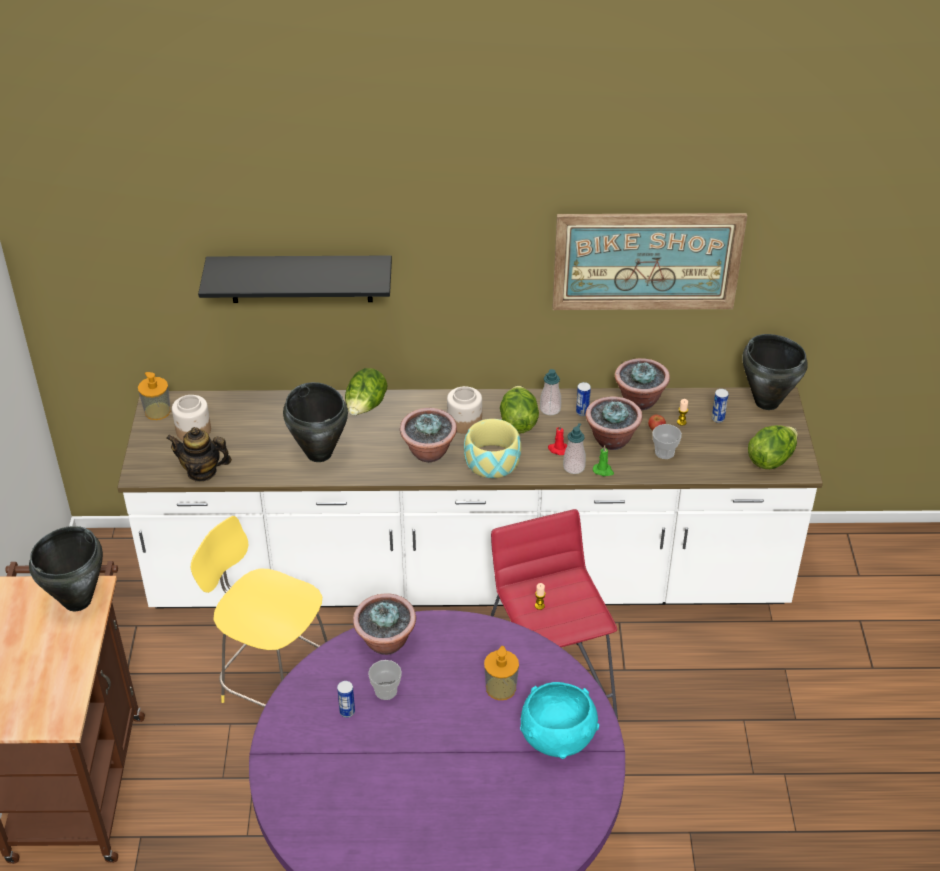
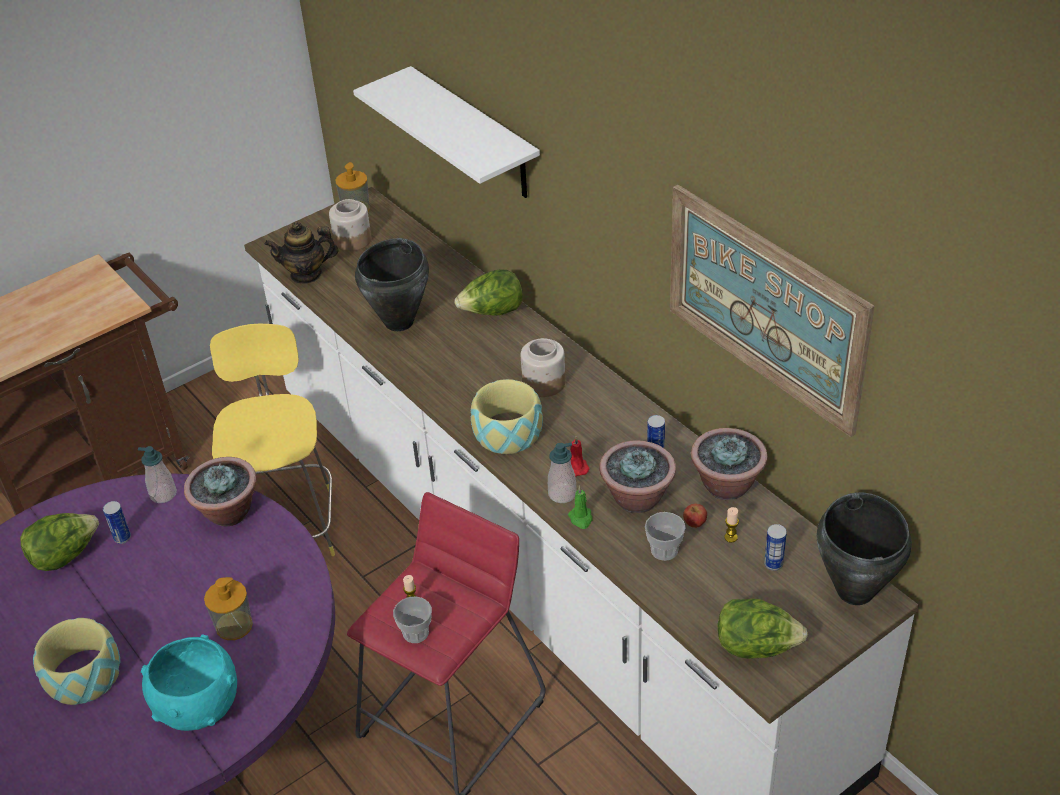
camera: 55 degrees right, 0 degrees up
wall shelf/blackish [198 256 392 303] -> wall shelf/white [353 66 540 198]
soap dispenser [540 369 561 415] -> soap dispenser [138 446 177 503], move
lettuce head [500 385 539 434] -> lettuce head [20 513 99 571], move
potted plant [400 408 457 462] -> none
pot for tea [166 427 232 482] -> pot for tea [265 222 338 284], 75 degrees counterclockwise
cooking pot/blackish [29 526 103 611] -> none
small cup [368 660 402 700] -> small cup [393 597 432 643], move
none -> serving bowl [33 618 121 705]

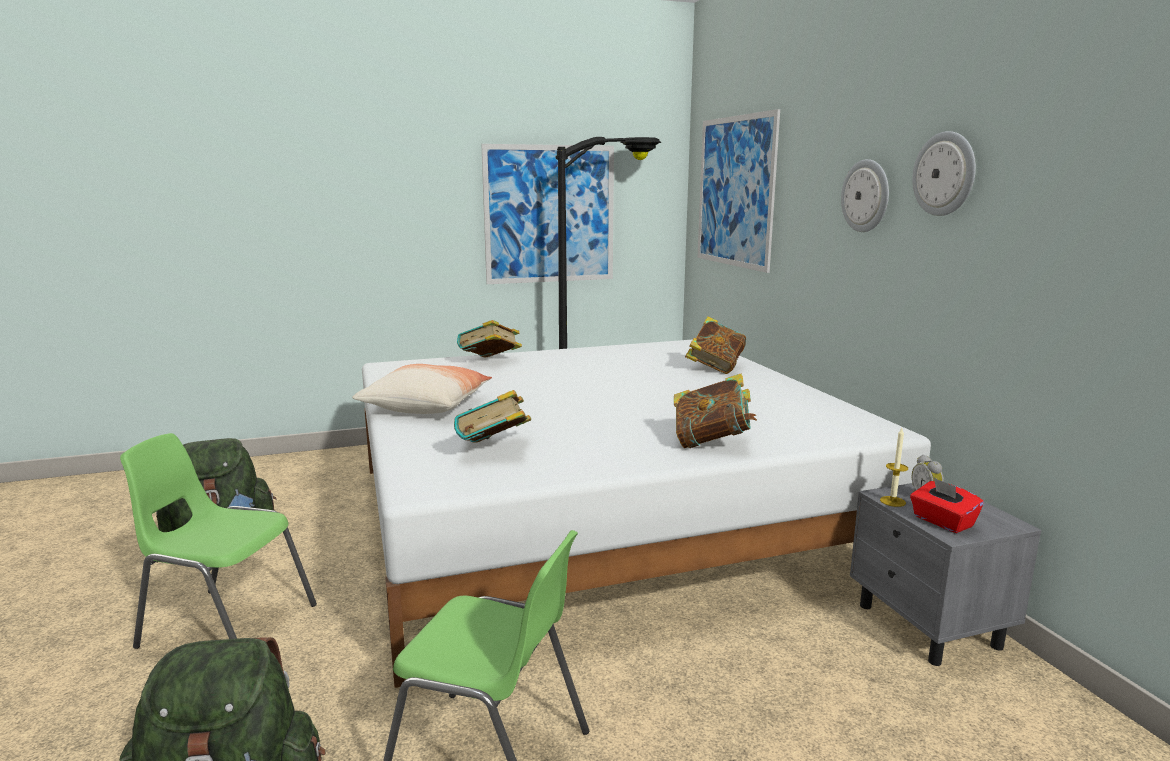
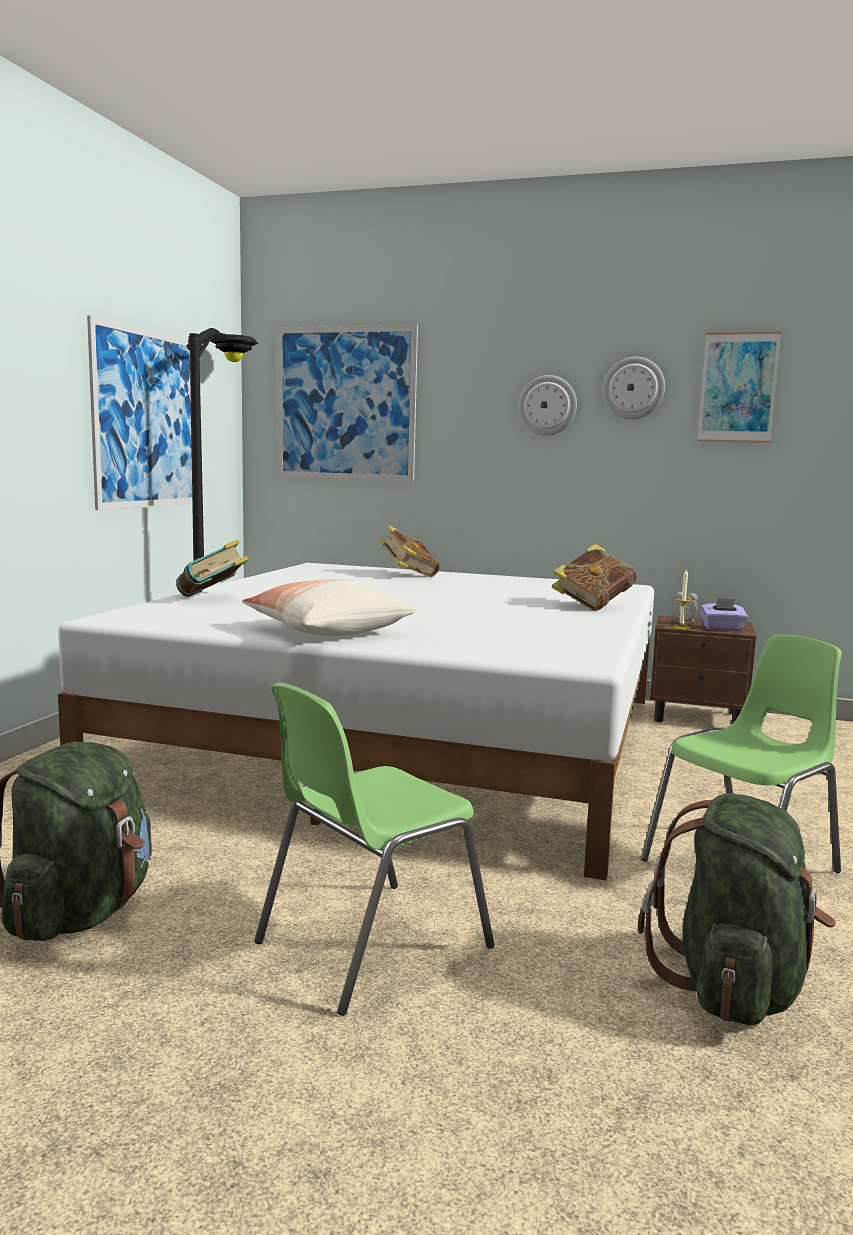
camera: 55 degrees left, 5 degrees down
volume [454 390 532 442] -> none
box of tissues/reddish [910 478 984 533] -> box of tissues/purple-coloured [701 598 748 631]
bedside table/grey [850 482 1042 666] -> bedside table/brownish [650 615 756 725]
none -> wall art [697 332 781 443]

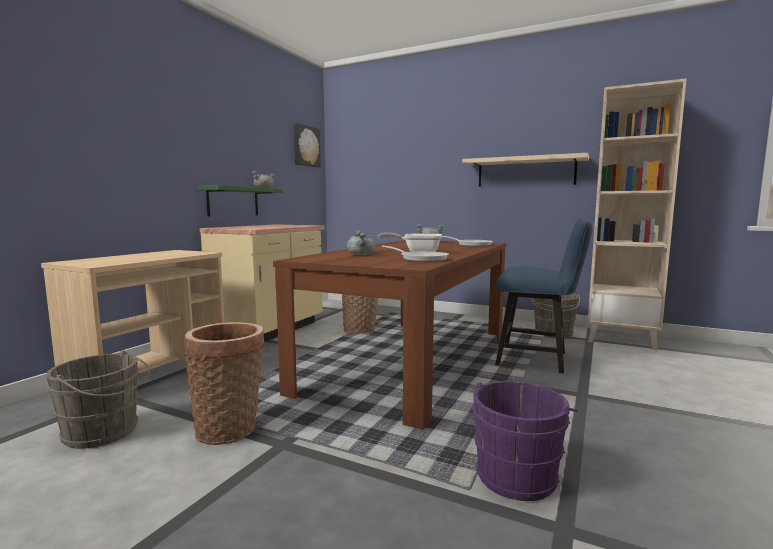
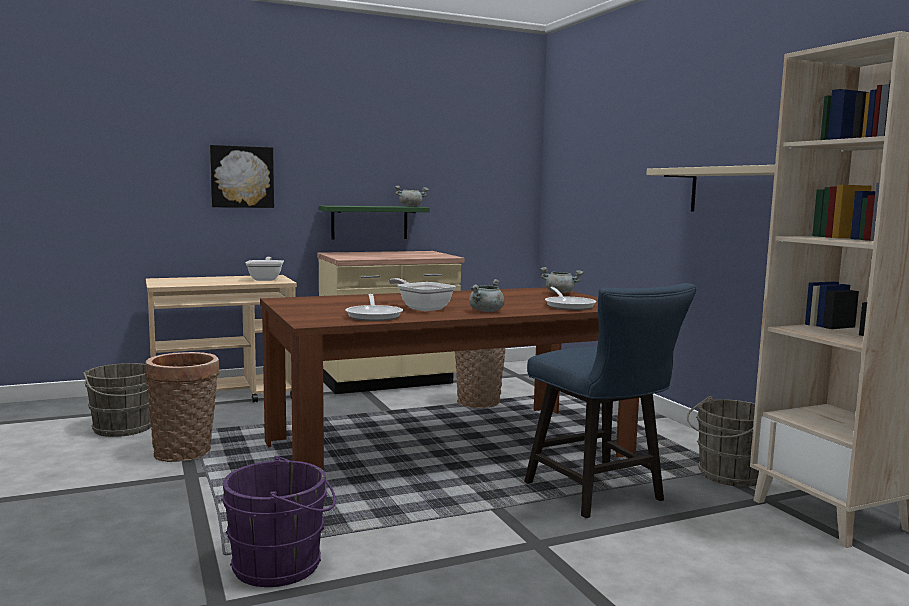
camera: 40 degrees right, 0 degrees up
wall art [294 123 321 168] -> wall art [210 145 274 208], move
cooking pot/grey [347 230 376 255] -> cooking pot/grey [469 279 504 312], move
none -> skillet [246 257 284 281]

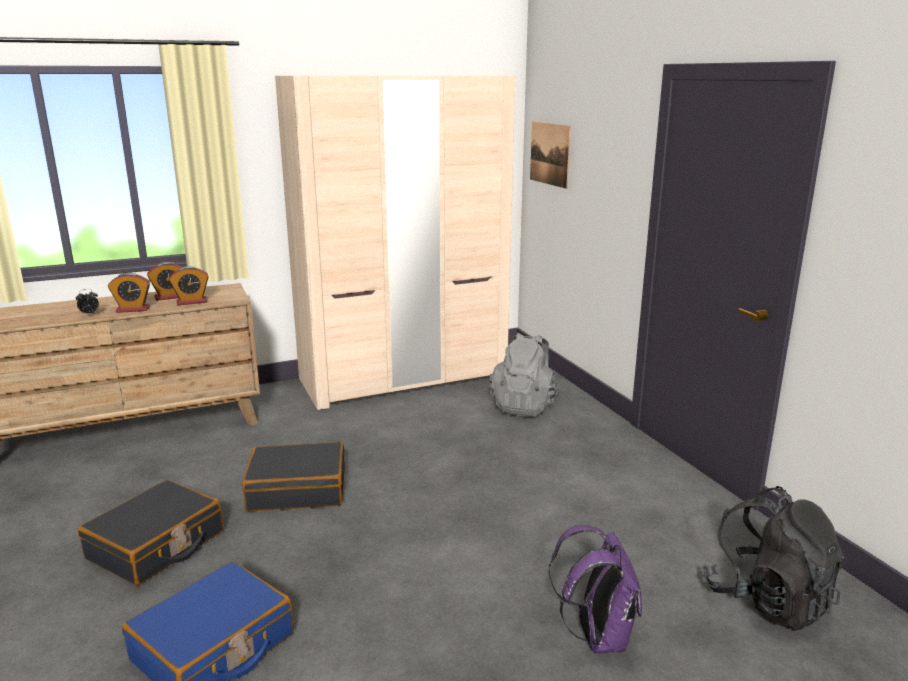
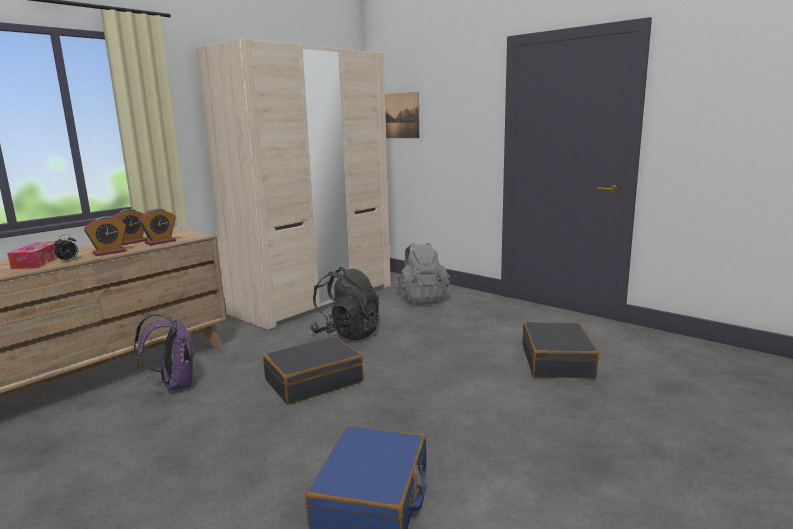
camera: 25 degrees left, 5 degrees down
piece of luggage/blackish [78 480 223 586] -> piece of luggage/blackish [523 322 599 379], move
knapsack/blackish [704 486 847 631] -> knapsack/blackish [310 267 380 340], move
knapsack/purple-coloured [549 525 642 653] -> knapsack/purple-coloured [134 313 195 391], move
none -> box of tissues [7 242 58 269]

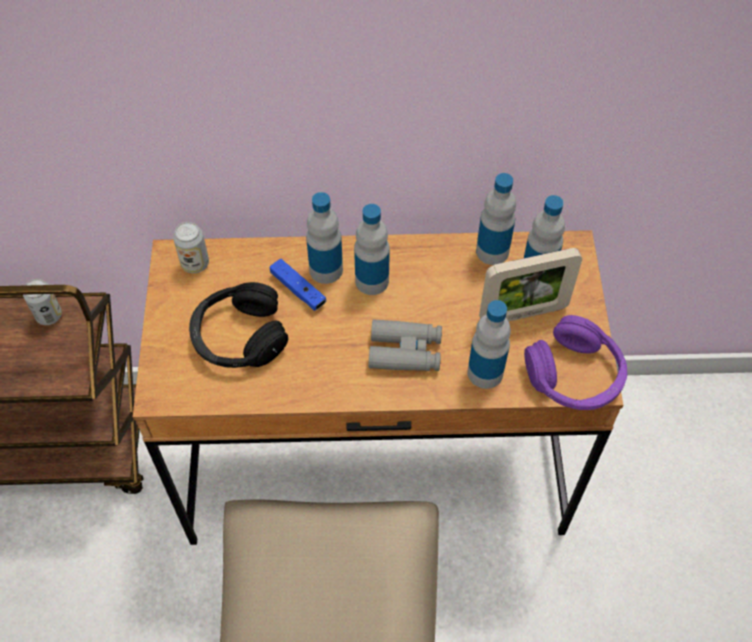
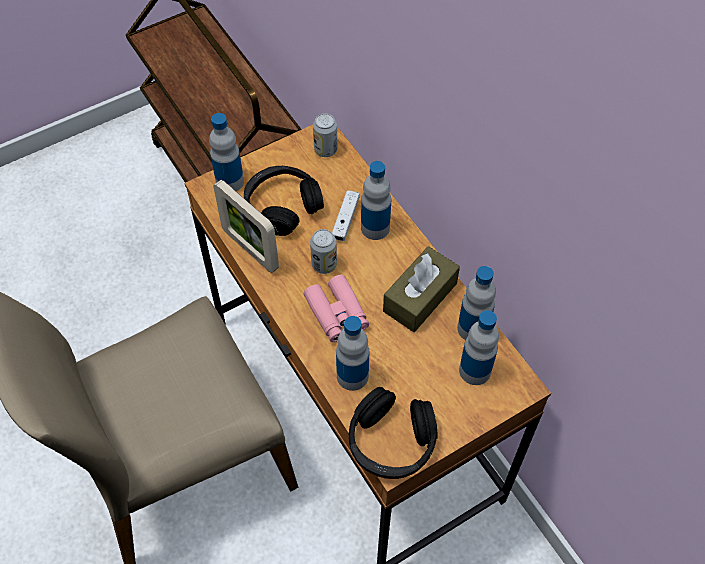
camera: 60 degrees right, 0 degrees up
drink bottle [354 204 390 295] -> drink bottle [209 113 244 191], move
photo frame [479 248 582 322] -> photo frame [213 180 279 273], move
gamepad/blue-coloured [270 259 326 311] -> gamepad/white [332 190 360 241]
sealed can [23 279 62 325] -> sealed can [310 229 337 274], move
headset/purple-coloured [524 315 627 410] -> headset/blackish [349 387 438 479]
binoculars/grey [369 319 442 371] -> binoculars/pinkish [304 275 369 342]
none -> box of tissues/brownish [383 246 460 332]

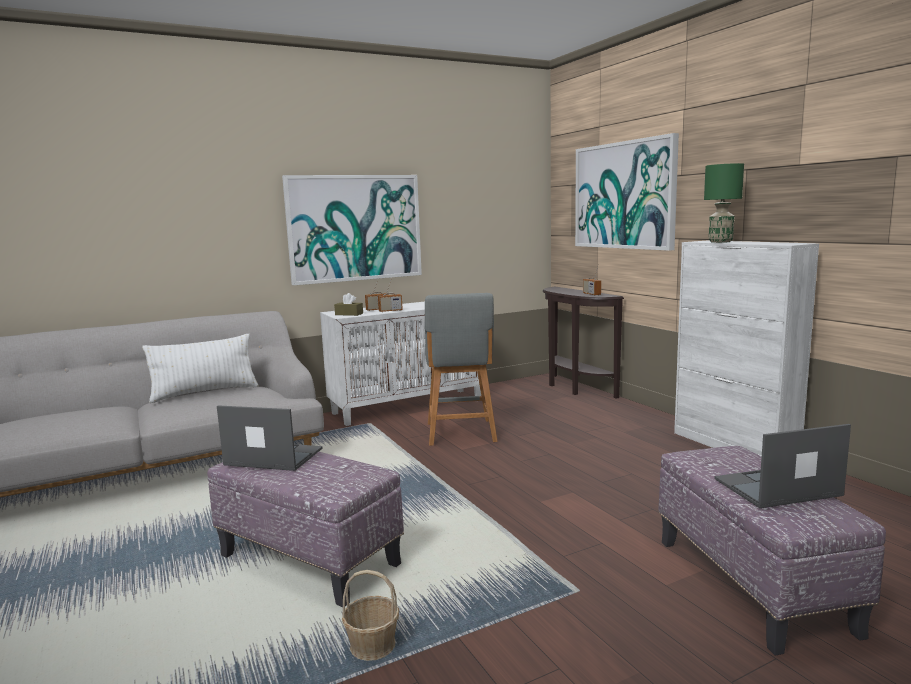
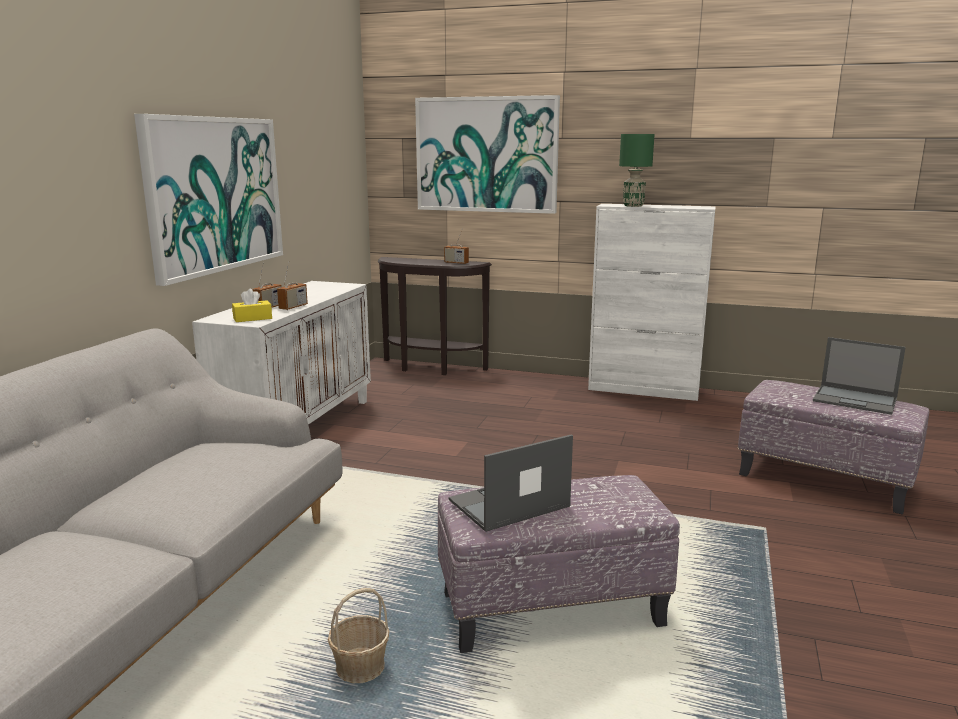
camera: 45 degrees left, 5 degrees up
box of tissues/brownish [334 293 363 316] -> box of tissues/yellow [232 289 272 322]
stool/grey [425 293 498 446] -> none
cushion/white [142 334 258 403] -> none
portable computer [714 424 851 508] -> portable computer [813 337 906 415], 90 degrees counterclockwise
household basket [342 570 399 661] -> household basket [328 588 389 683], move

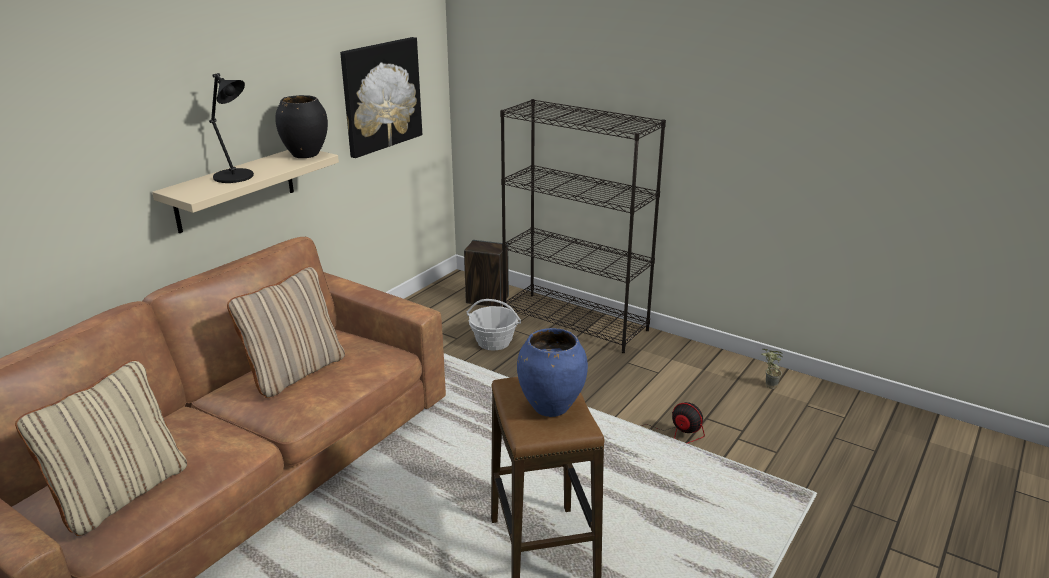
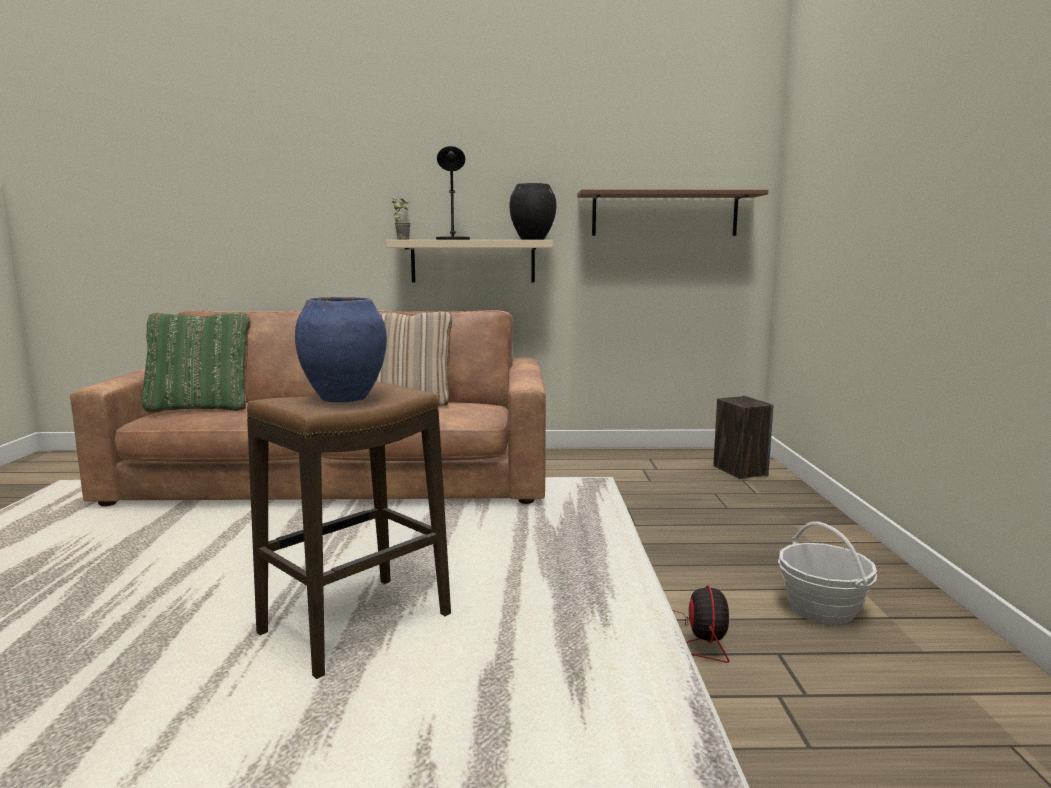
camera: 55 degrees right, 15 degrees down
wall art [340 37 422 158] -> wall shelf/brownish [577 189 768 236]
bookcase/blackish [500 99 666 353] -> none
household basket [467 299 521 351] -> household basket [778 521 877 625], move
potted plant [761 349 782 389] -> potted plant [391 195 410 240], move
cushion/beige-coloured [15 360 187 536] -> cushion/green-coloured [141 312 251 412]

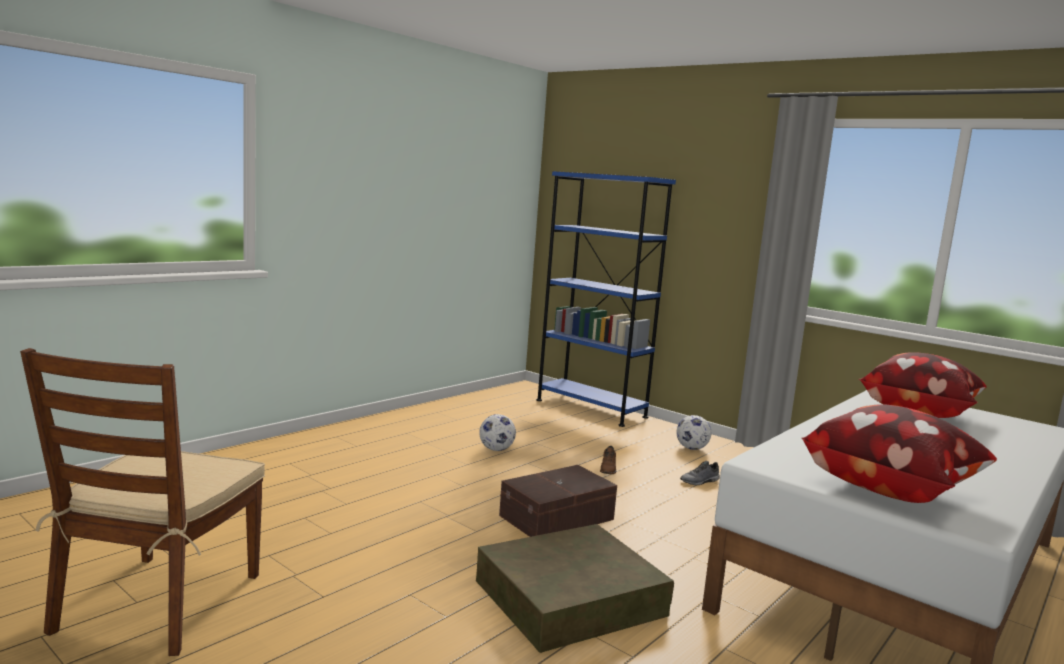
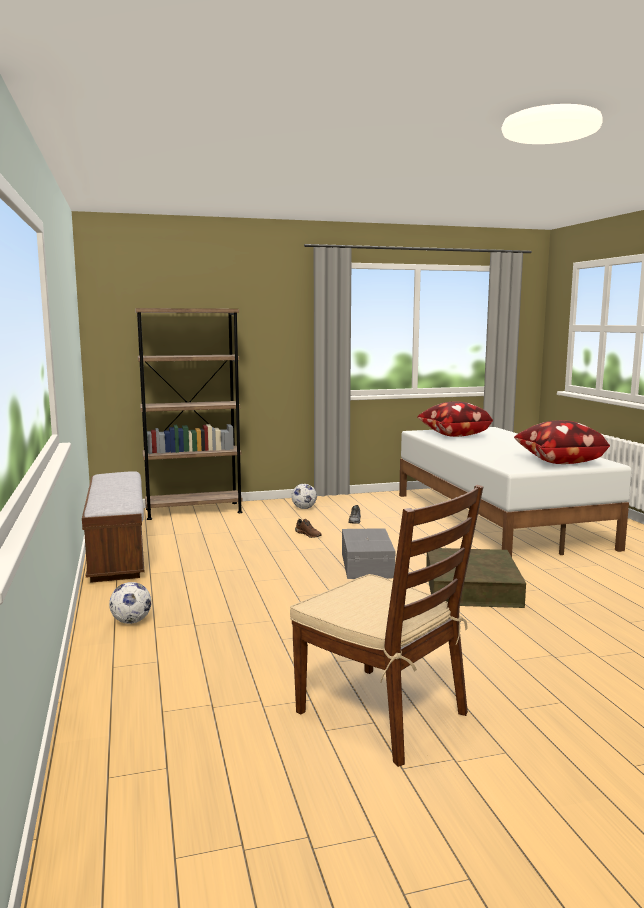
camera: 55 degrees left, 0 degrees up
bookcase/blue-coloured [536 171 676 427] -> bookcase/brownish [135 308 243 520]
football [479 414 516 451] -> football [109 582 152 624], move
storage container/brownish [499 465 617 537] -> storage container/grey [342 528 395 579]
none -> indoor bench [82 471 144 583]

